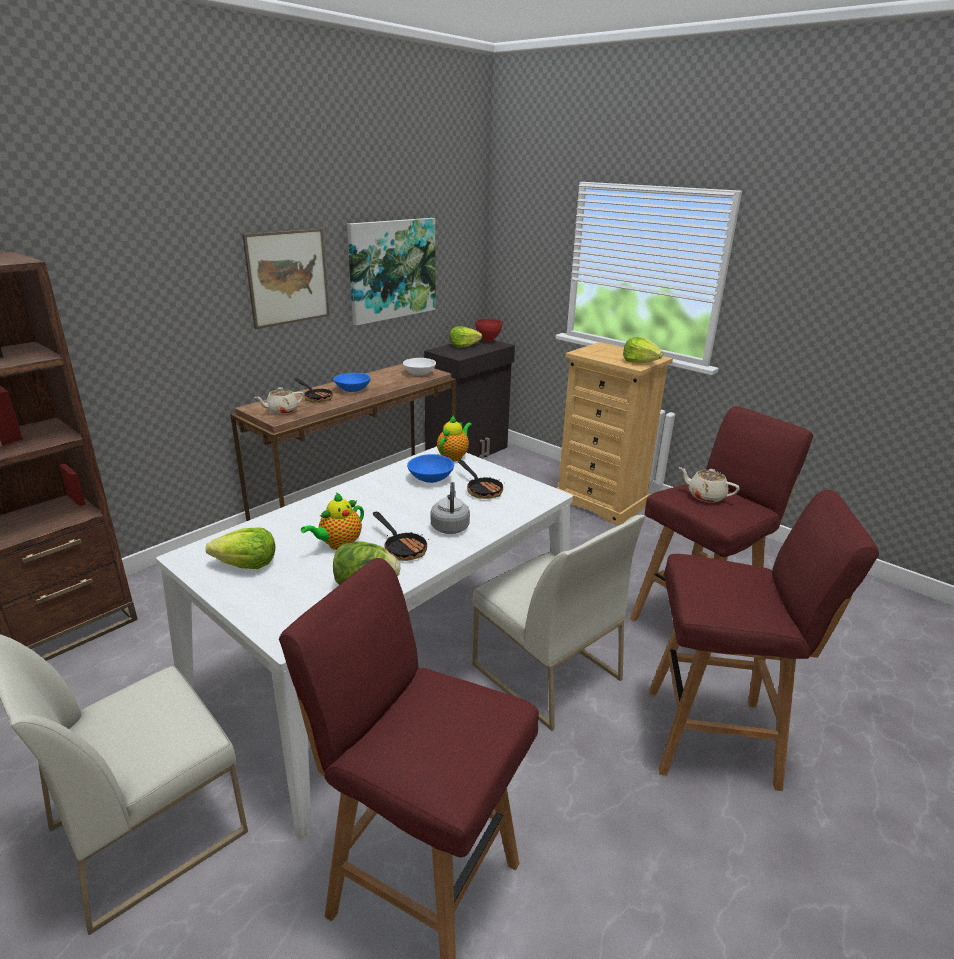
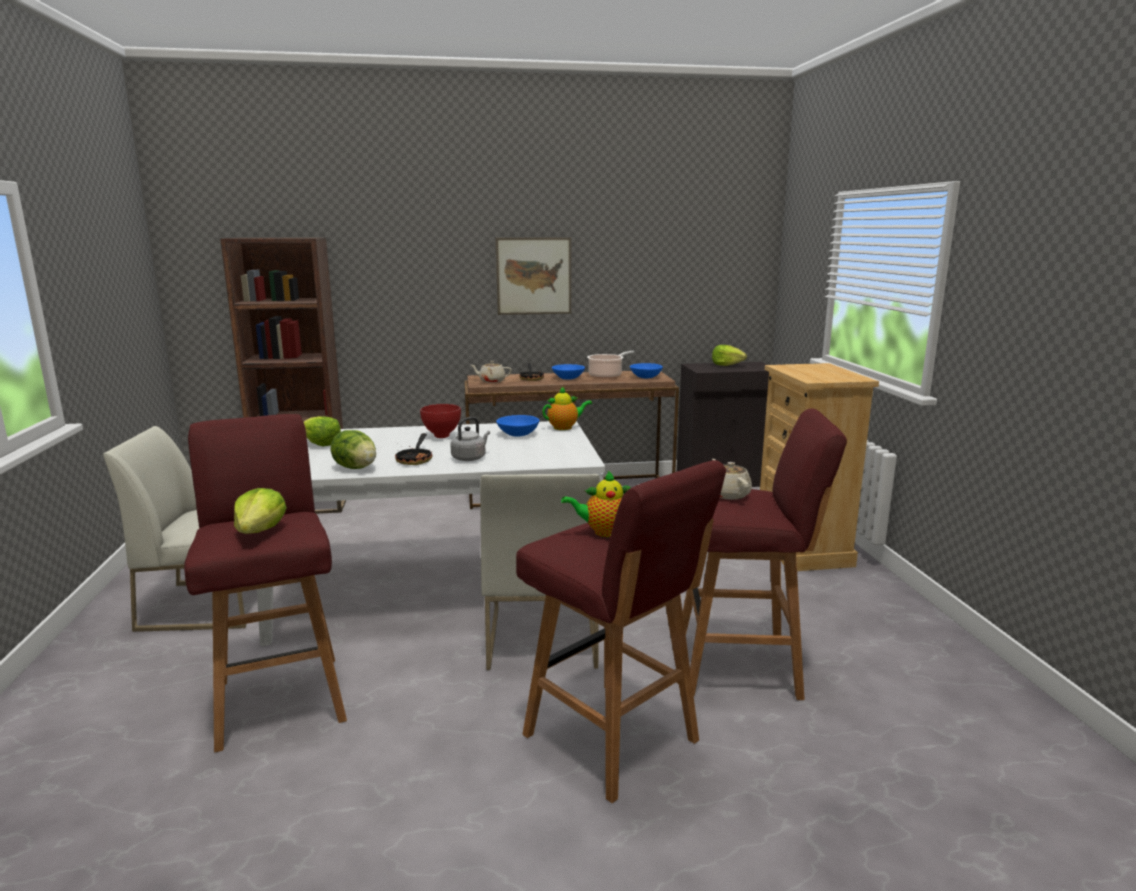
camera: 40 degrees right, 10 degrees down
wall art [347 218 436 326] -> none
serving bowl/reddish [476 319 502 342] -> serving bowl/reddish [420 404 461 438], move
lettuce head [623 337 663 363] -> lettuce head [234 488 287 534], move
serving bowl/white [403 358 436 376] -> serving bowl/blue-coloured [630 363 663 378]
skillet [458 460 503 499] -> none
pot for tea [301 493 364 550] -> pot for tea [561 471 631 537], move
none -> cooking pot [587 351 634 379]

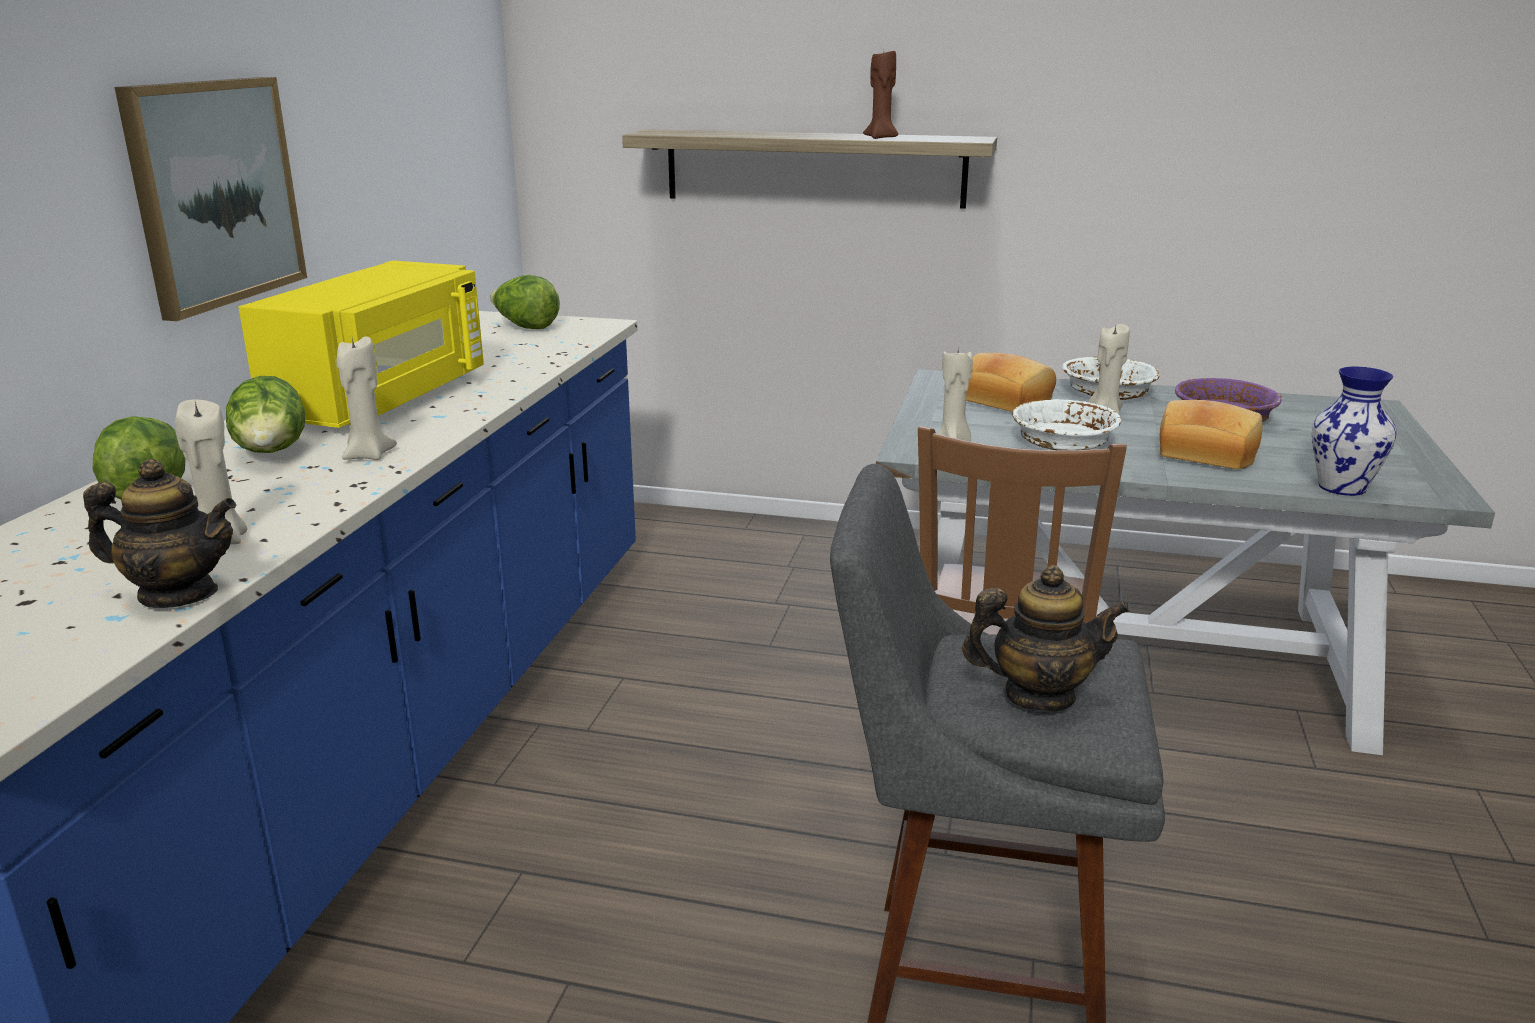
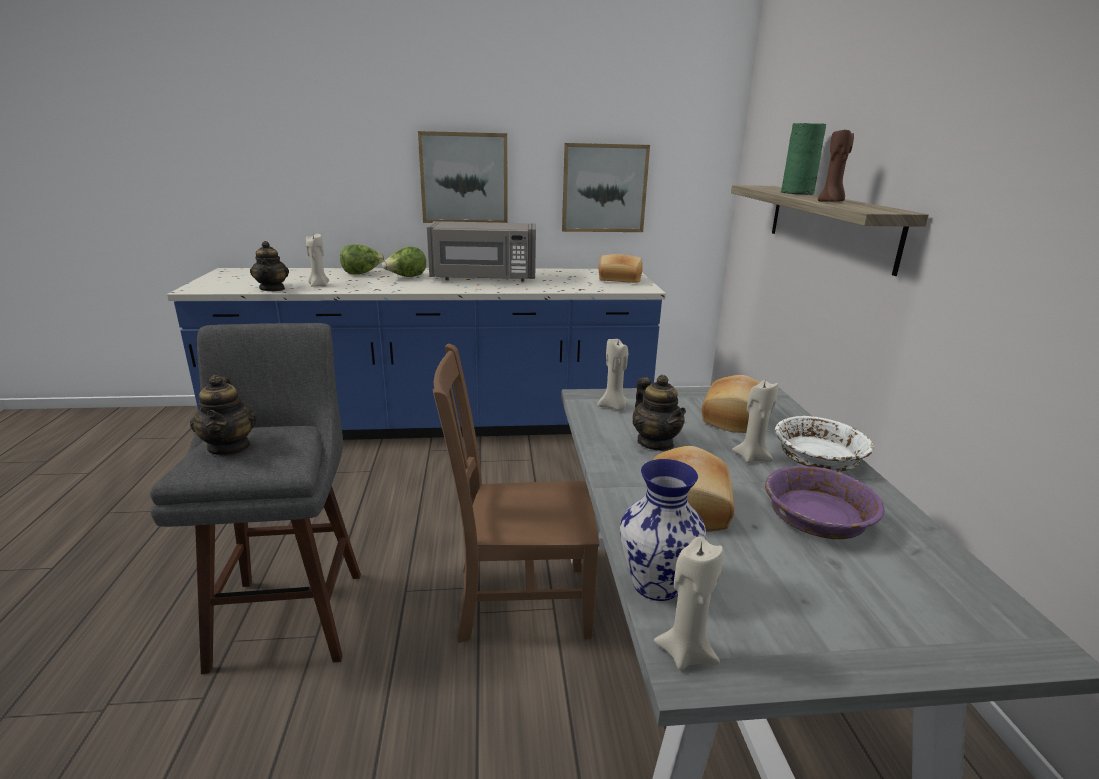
camera: 70 degrees right, 0 degrees up
kitchen microwave/yellow [238 260 484 428] -> kitchen microwave/grey [427 221 536 282]
lettuce head [490 275 560 329] -> baked bread [599 254 643 283]
wax candle/beige-coloured [336 336 397 460] -> wax candle/beige-coloured [654 536 723 670], move
serving bowl/white [1012 399 1121 450] -> pot for tea [633 375 686 451]
none -> vase/green-coloured [781 123 826 195]
none -> wall art [562 143 650 232]

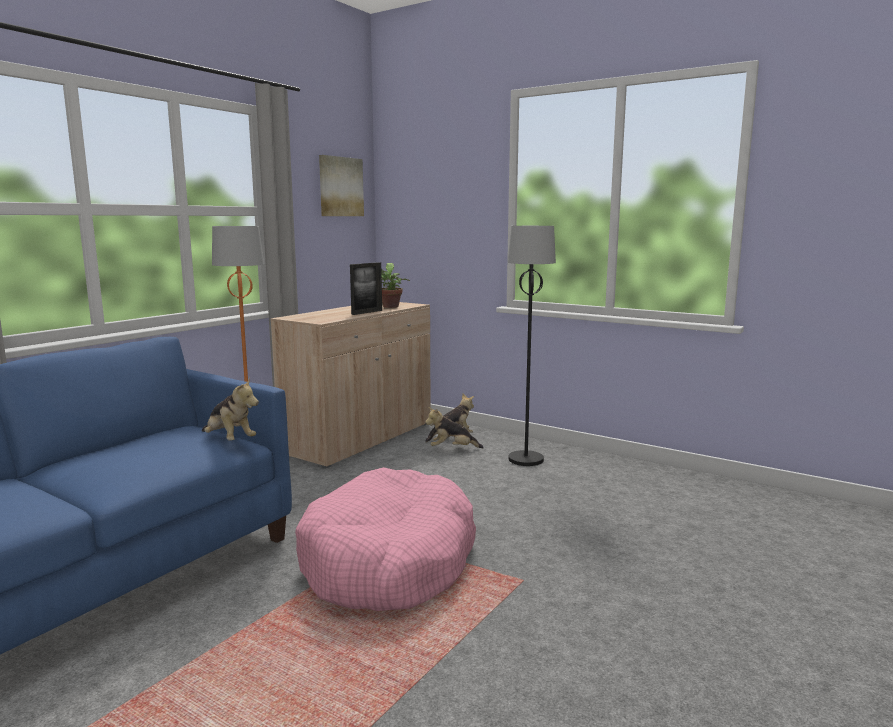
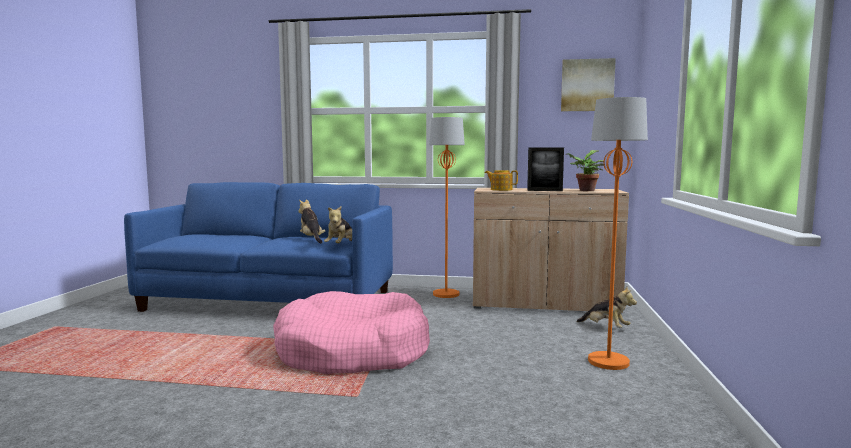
camera: 65 degrees right, 5 degrees down
standard lamp/blackish [507 226 556 466] -> standard lamp/orange-coloured [588 97 648 370]
plush toy [425 407 484 448] -> plush toy [298 199 325 243], move
none -> pot for tea [485 170 518 191]

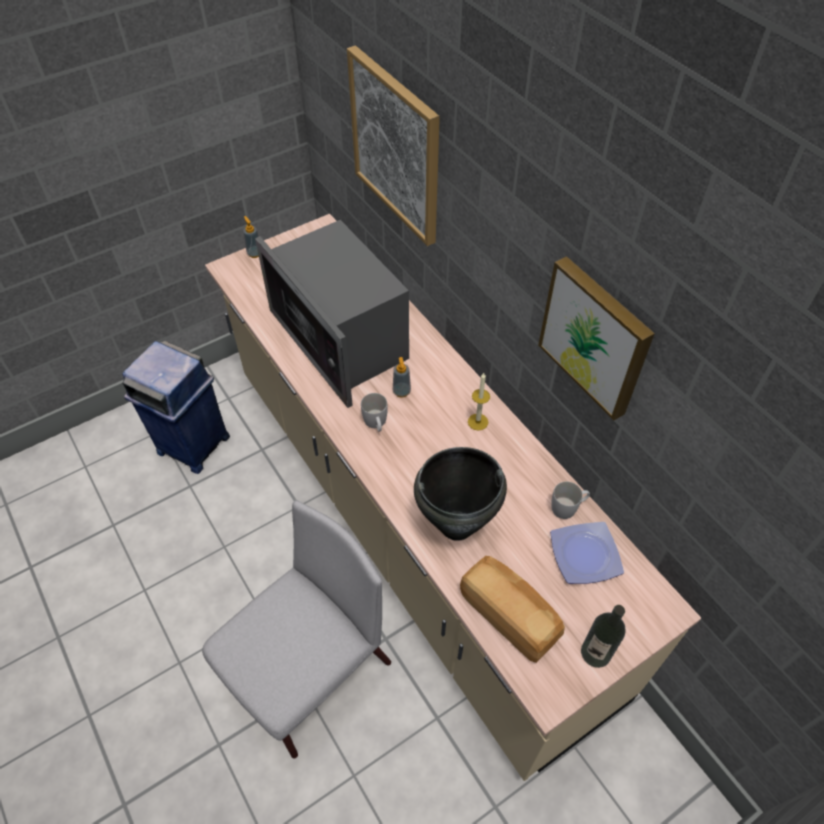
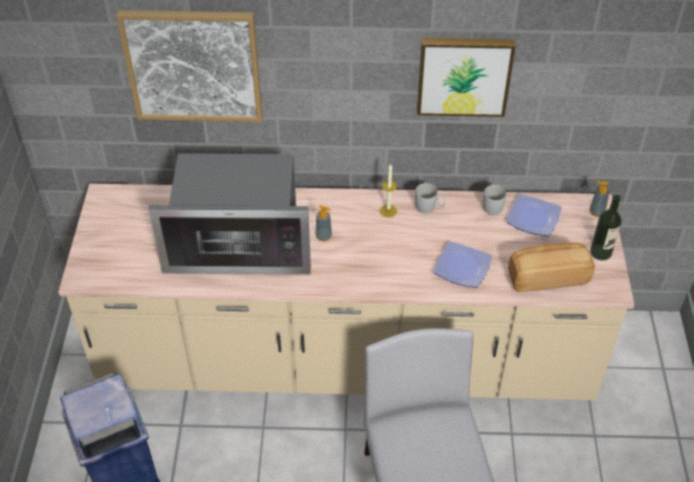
camera: 55 degrees left, 5 degrees down
soap dispenser [243 216 259 258] -> soap dispenser [589 182 610 217], move
mug/white [361 393 388 432] -> mug/white [415 183 445 214], move
cooking pot/blackish [414 447 507 541] -> dinner plate [434 241 492 288]

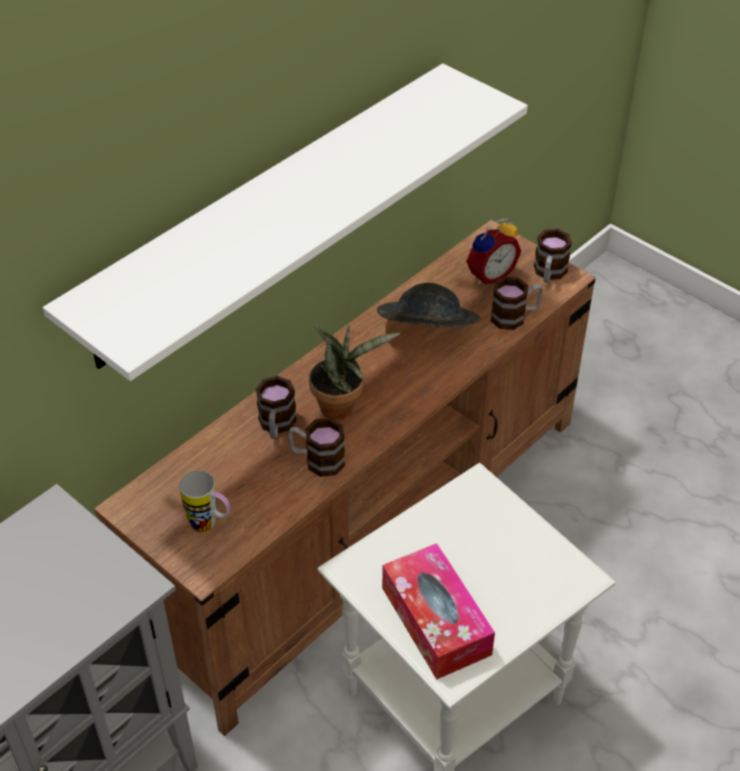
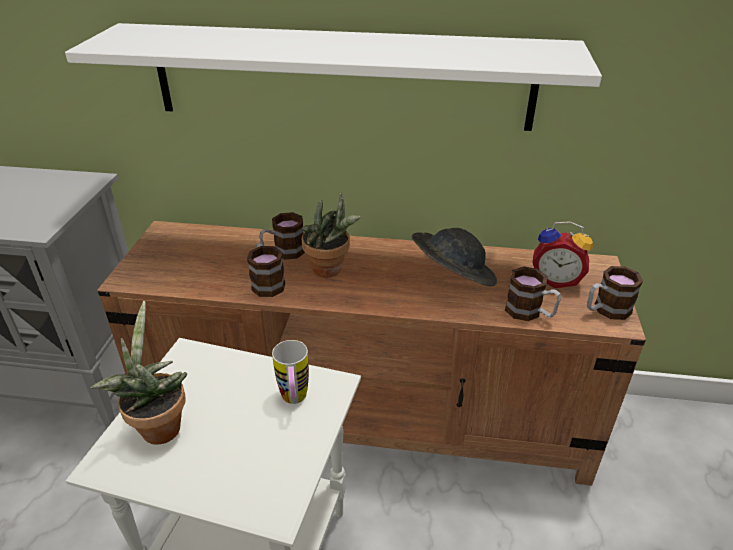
camera: 55 degrees right, 10 degrees down
mug [179 470 230 532] -> mug [272 340 309 404], move
box of tissues [382 543 495 680] -> potted plant [90 300 187 445]

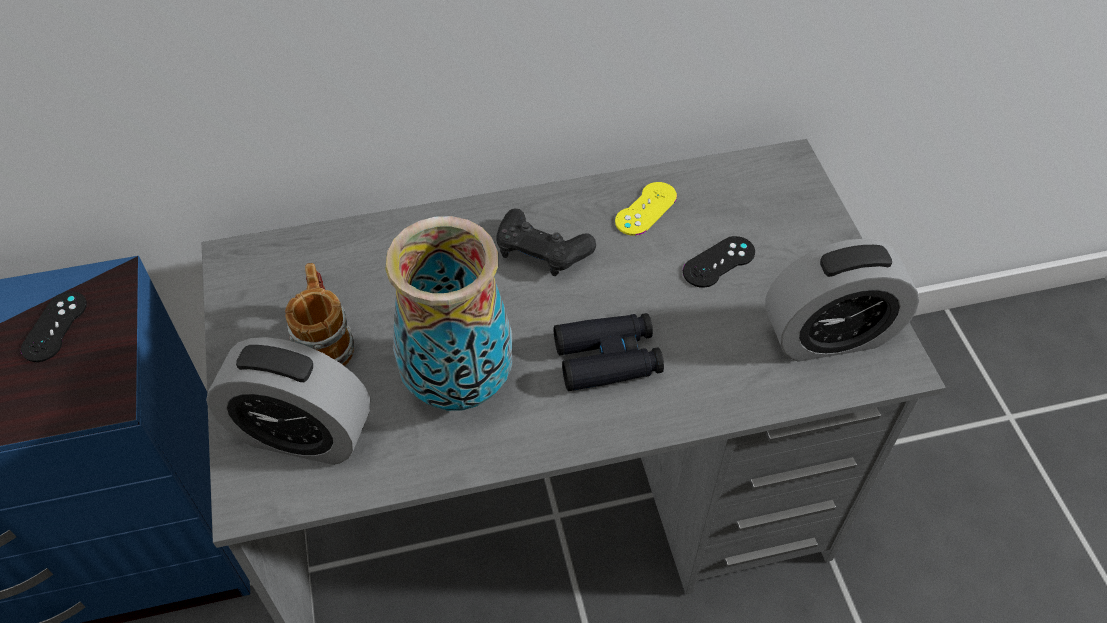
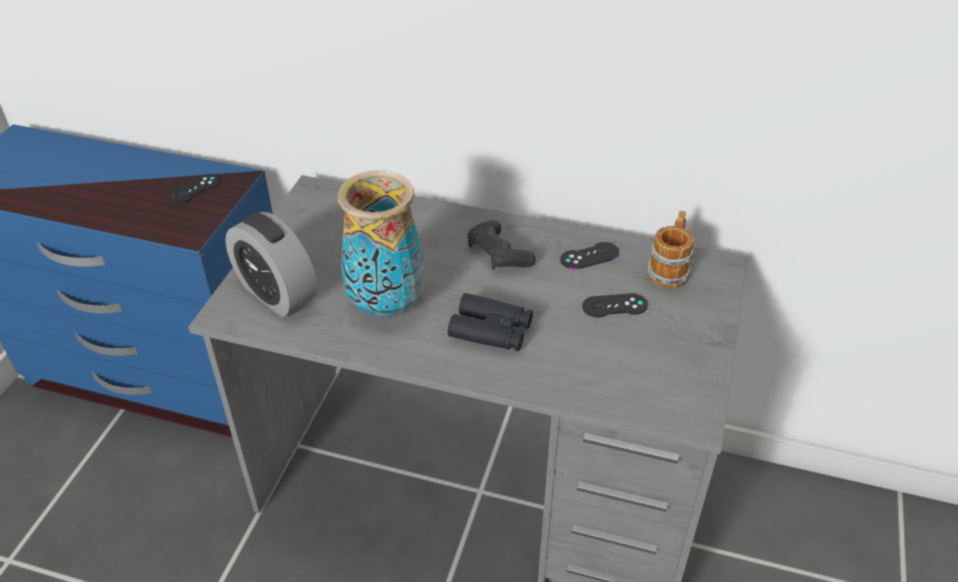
camera: 30 degrees right, 10 degrees down
gamepad/yellow [615 182 677 236] -> gamepad/blackish [560 242 619 270]
table clock [765 239 919 361] -> none
mug [285 263 354 366] -> mug [647 211 694 289], move

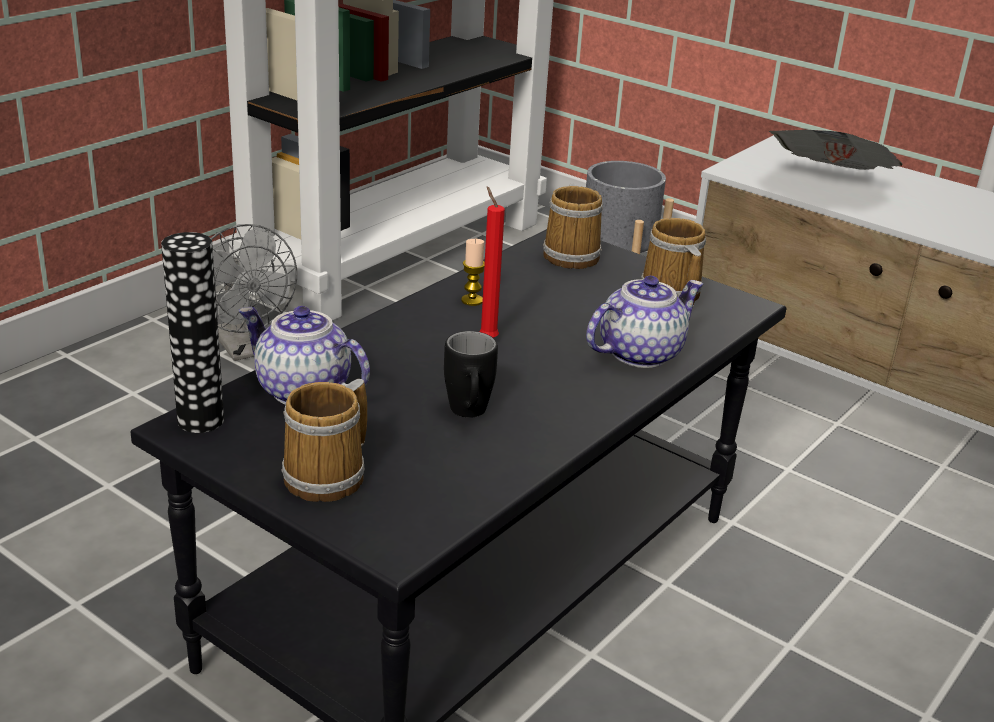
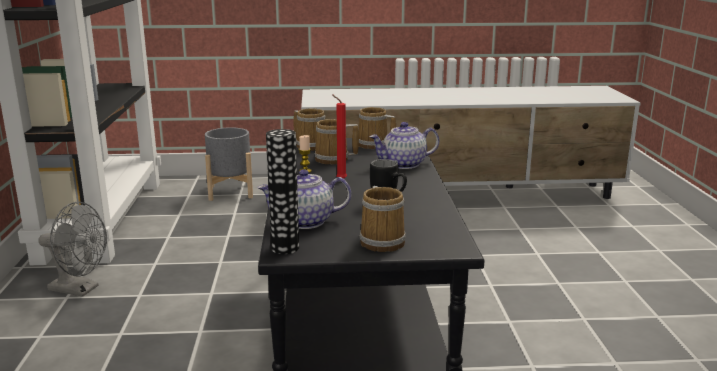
camera: 40 degrees left, 10 degrees down
newspaper [769 130 903 170] -> none
pot for tea [586 276 703 368] -> pot for tea [369 122 439 169], 120 degrees counterclockwise
none -> mug [315 119 359 164]

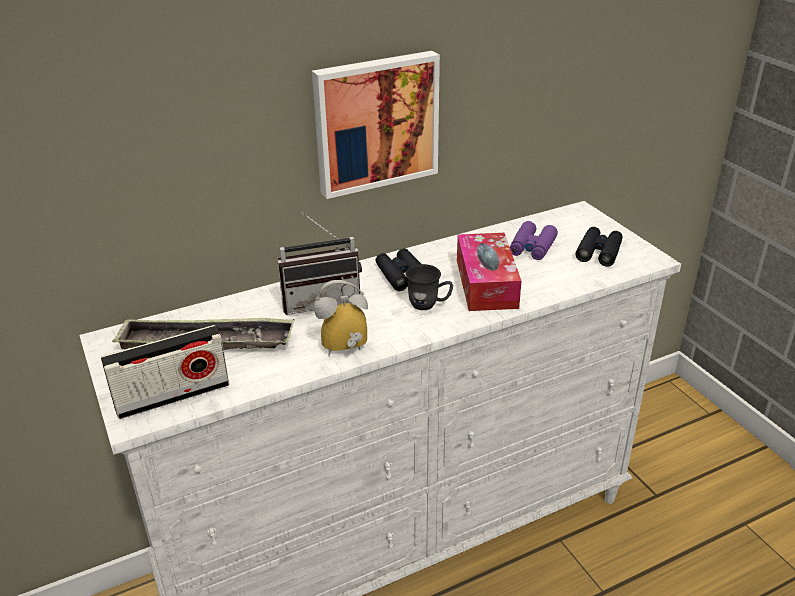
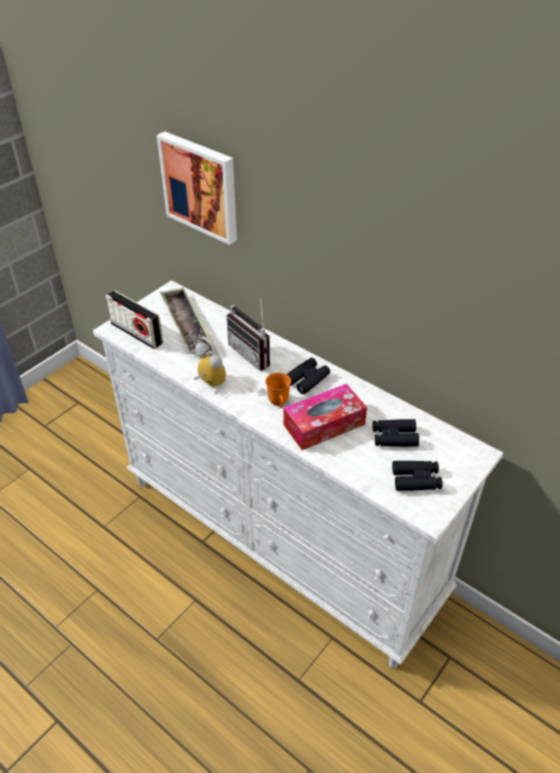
camera: 65 degrees right, 10 degrees up
wall art [312 51 440 199] -> wall art [157 131 237 245], move
binoculars/purple-coloured [510 221 558 260] -> binoculars/blackish [373 419 419 447]
mug/grey [406 264 453 310] -> mug/orange-coloured [265 372 291 408]

